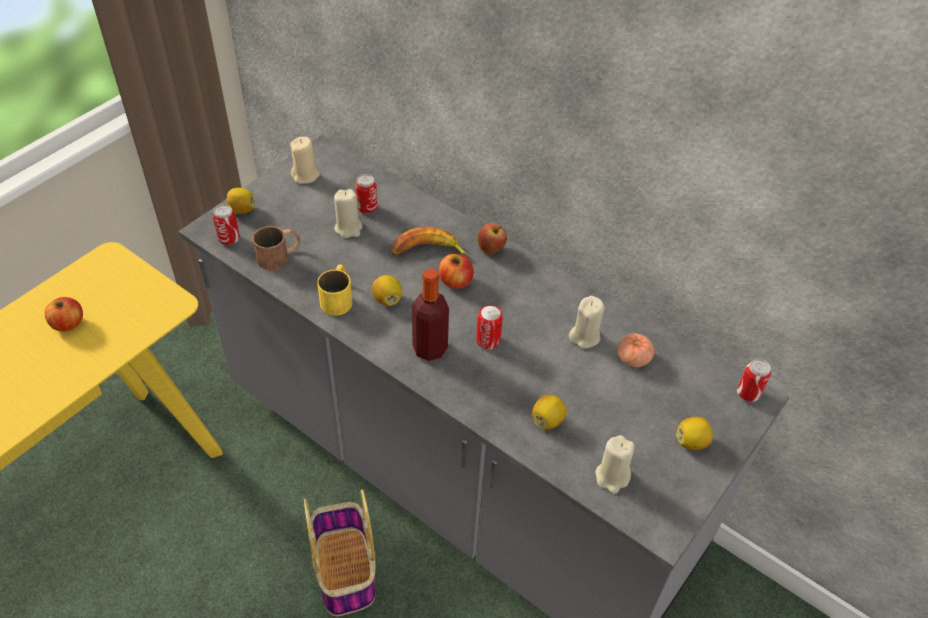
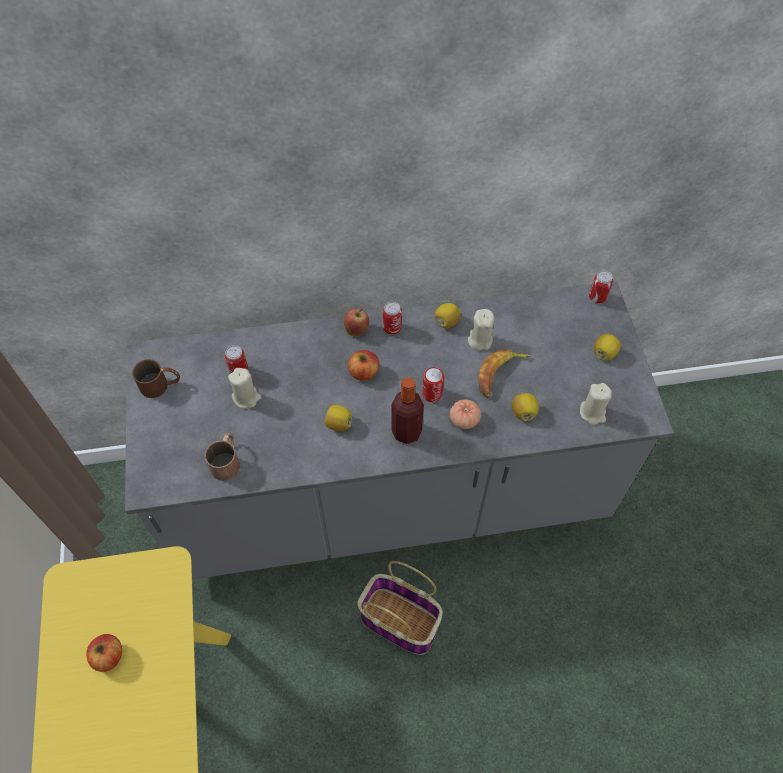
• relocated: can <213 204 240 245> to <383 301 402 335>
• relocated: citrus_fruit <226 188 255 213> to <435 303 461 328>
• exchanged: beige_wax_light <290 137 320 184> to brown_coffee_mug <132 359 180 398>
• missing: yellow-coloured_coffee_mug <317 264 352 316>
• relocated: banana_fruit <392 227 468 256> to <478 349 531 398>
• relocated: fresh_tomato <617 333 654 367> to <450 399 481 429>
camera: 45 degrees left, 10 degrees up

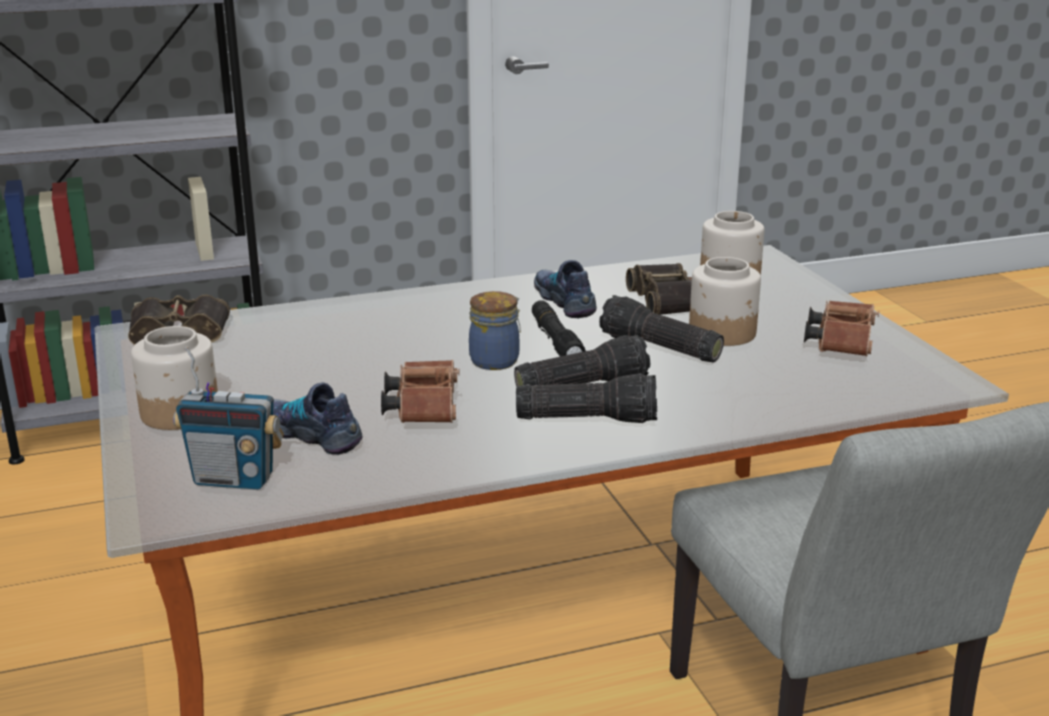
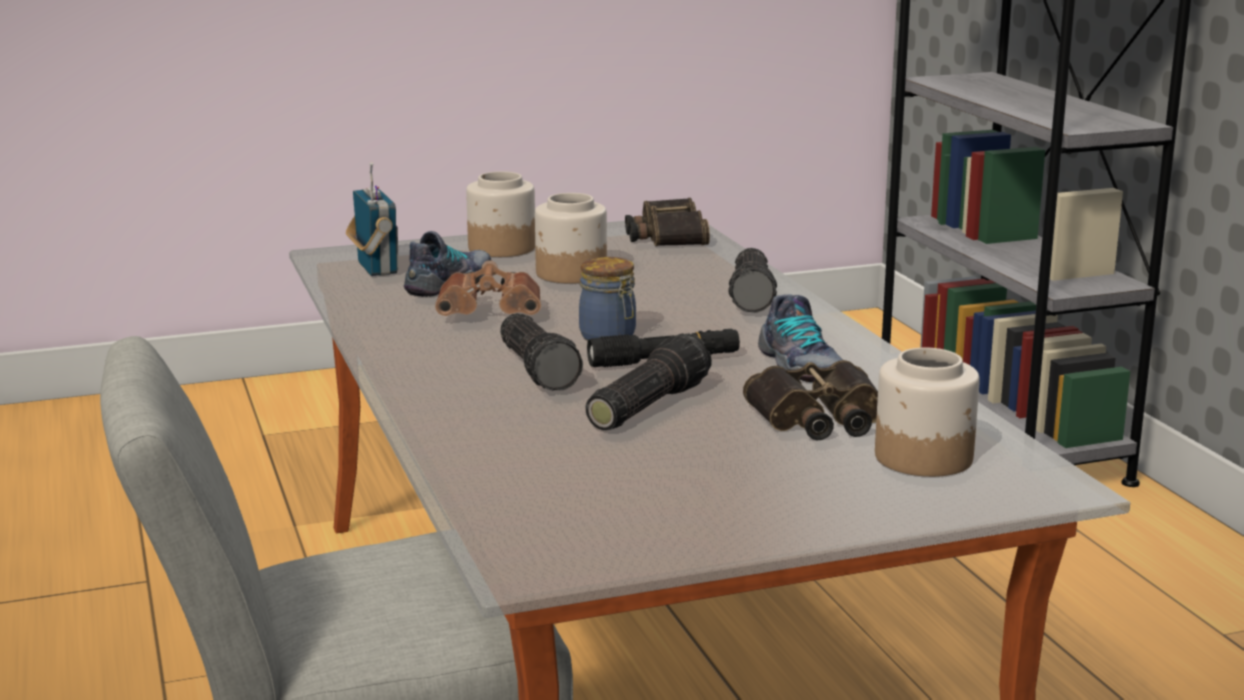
• spun: radio <173 346 284 490> = <346 162 399 276> 150 degrees clockwise
• relocated: torch <516 373 657 423> to <728 248 777 313>
• spun: item_of_footwear <534 260 597 318> = <758 294 843 383> 90 degrees clockwise
• relocated: jar <689 257 761 346> to <535 193 607 284>
• missing: brown_field_glasses <804 301 880 356>
camera: 90 degrees right, 5 degrees down

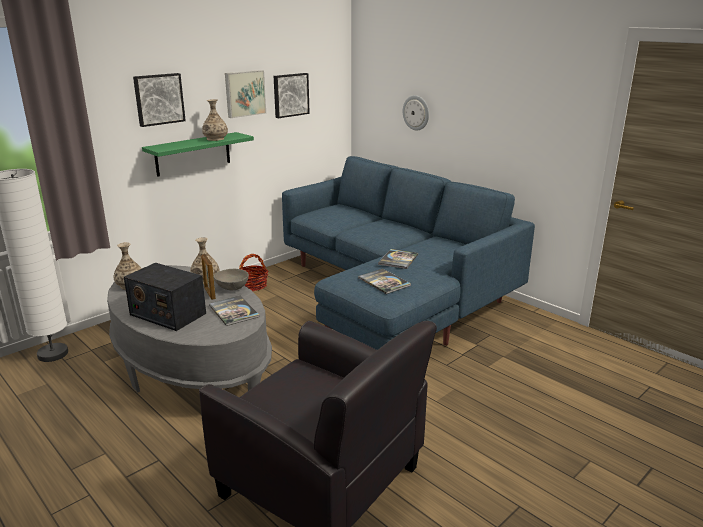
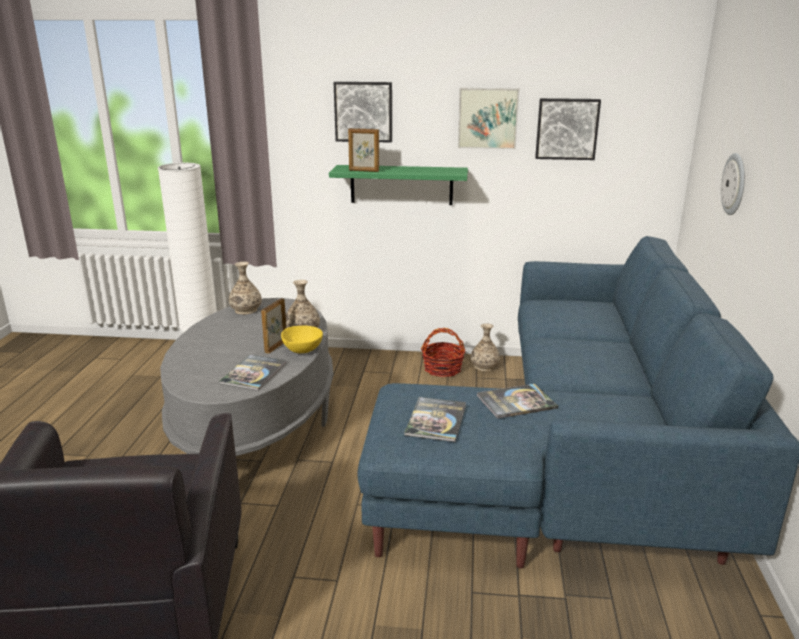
• missing: radio <124 263 206 331>
• relocated: vase <202 99 228 141> to <471 323 500 371>
• colour: grey_serving_bowl <214 269 249 290> to yellow-coloured_serving_bowl <281 326 323 353>
• appeared: photo_frame <348 128 379 172>
camera: 50 degrees right, 0 degrees up

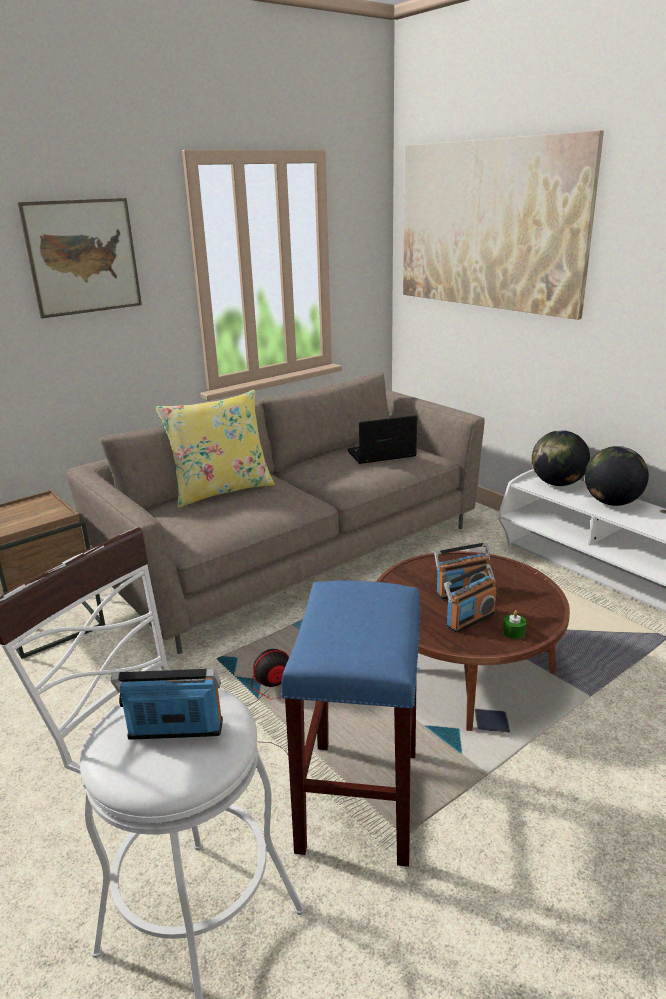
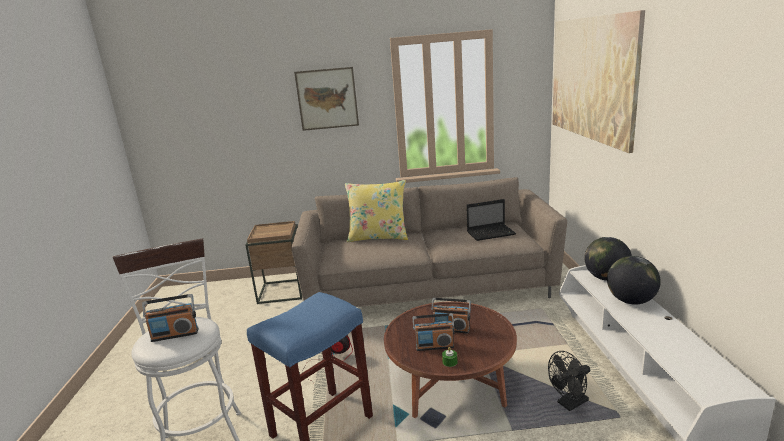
• spun: radio <111 669 223 740> = <142 294 199 342> 135 degrees clockwise
• spun: notebook_computer <347 415 417 464> = <466 199 516 241> 150 degrees clockwise
• appeared: black_fan <548 351 590 411>
camera: 35 degrees right, 5 degrees down

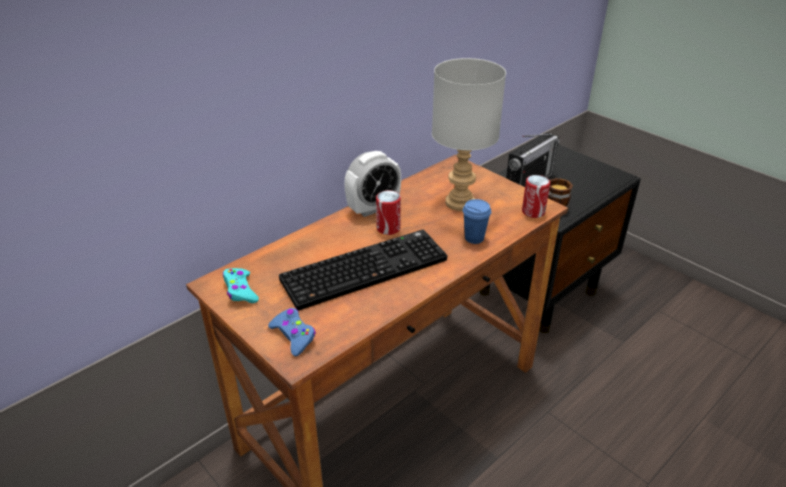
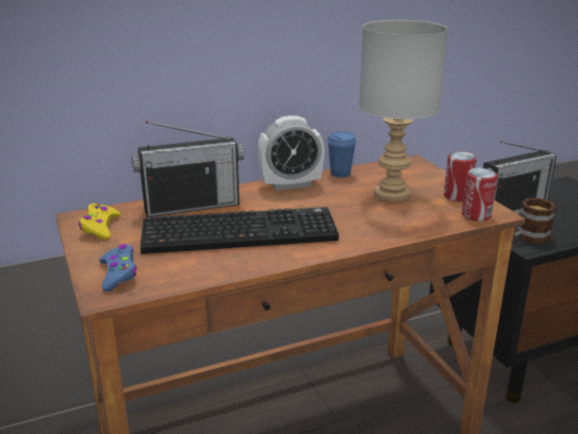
• colour: blue-green_joypad <223 268 259 303> to yellow-coloured_joypad <78 203 121 240>
• relocated: can <376 190 401 235> to <444 151 477 202>
• relocated: blue-coloured_small_cup <463 199 491 244> to <327 132 357 178>
• appeared: radio <131 121 244 217>
camera: 20 degrees right, 10 degrees down

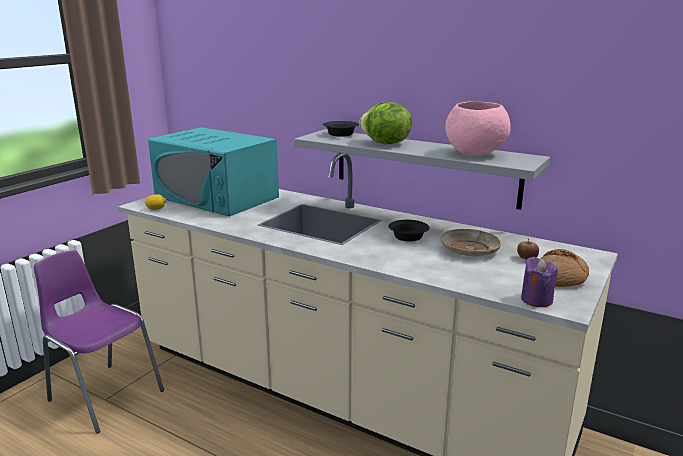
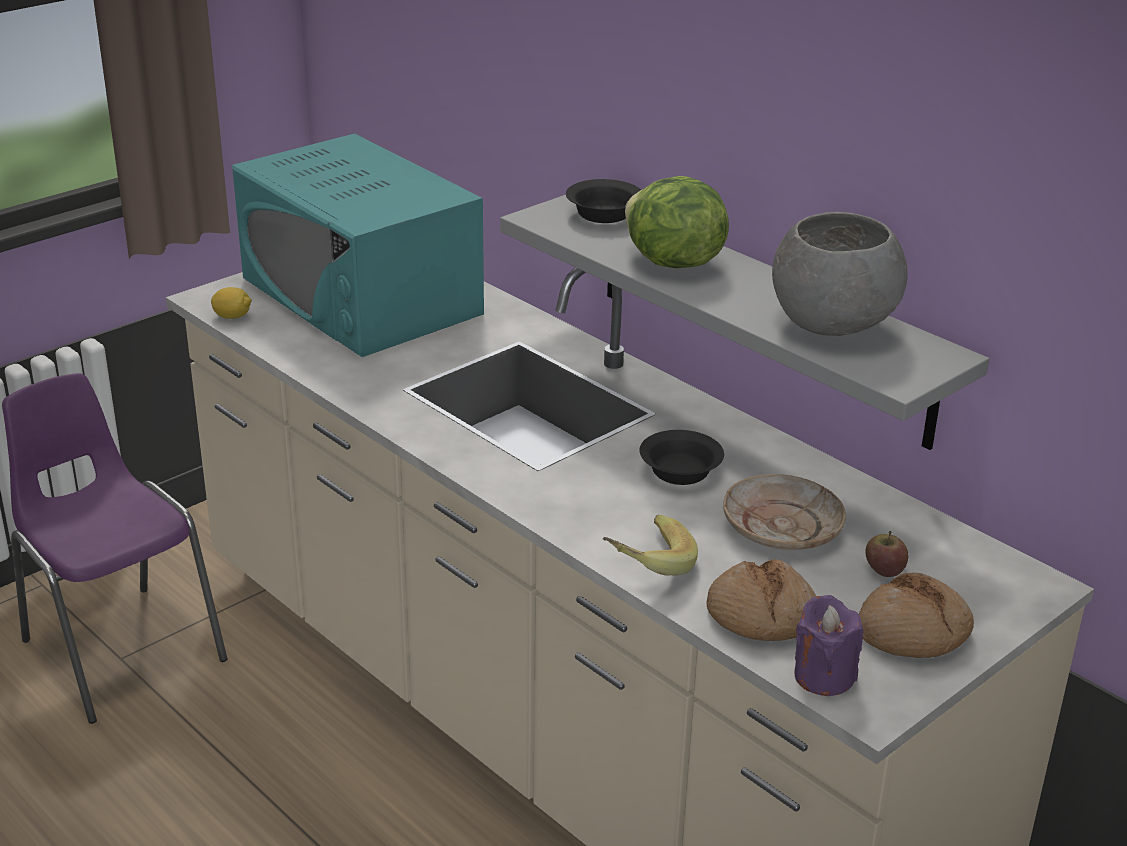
• colour: pinkish_serving_bowl <445 101 511 156> to grey_serving_bowl <772 212 908 336>
• appeared: banana_fruit <603 515 698 576>
• appeared: bakery_bread <707 559 816 641>
camera: 15 degrees right, 10 degrees up

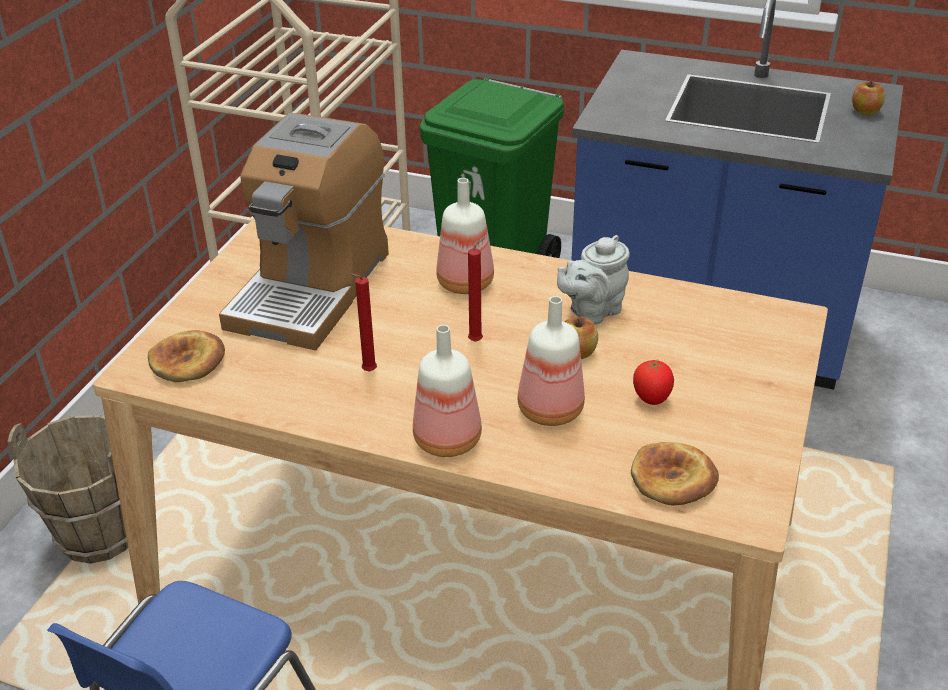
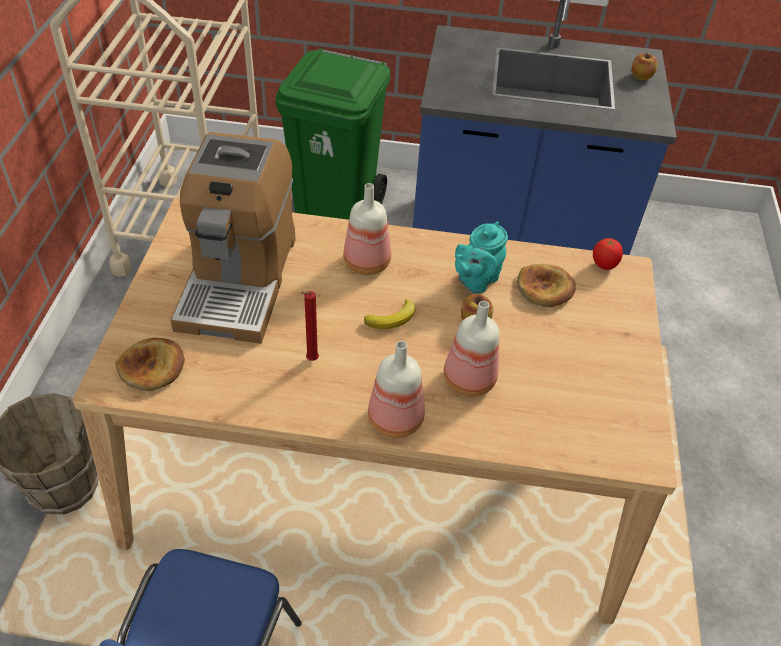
• exchanged: reddish_wax_light <468 237 485 342> to banana_fruit <364 300 415 329>
• colour: grey_tea_pot <557 235 630 325> to blue-green_tea_pot <455 221 508 294>
• relocated: bakery_bread <631 442 719 506> to <517 264 576 307>
• relocated: fresh_tomato <633 360 674 405> to <593 237 623 270>
camera: 15 degrees left, 10 degrees up

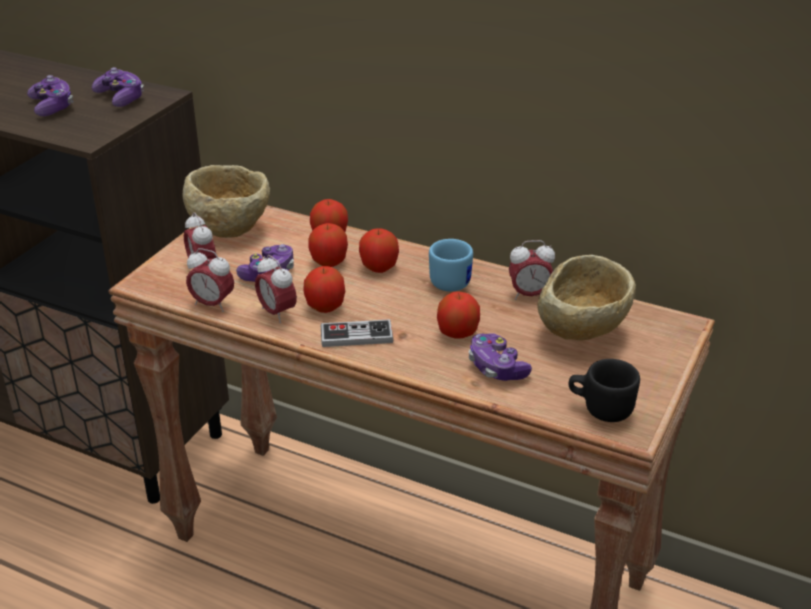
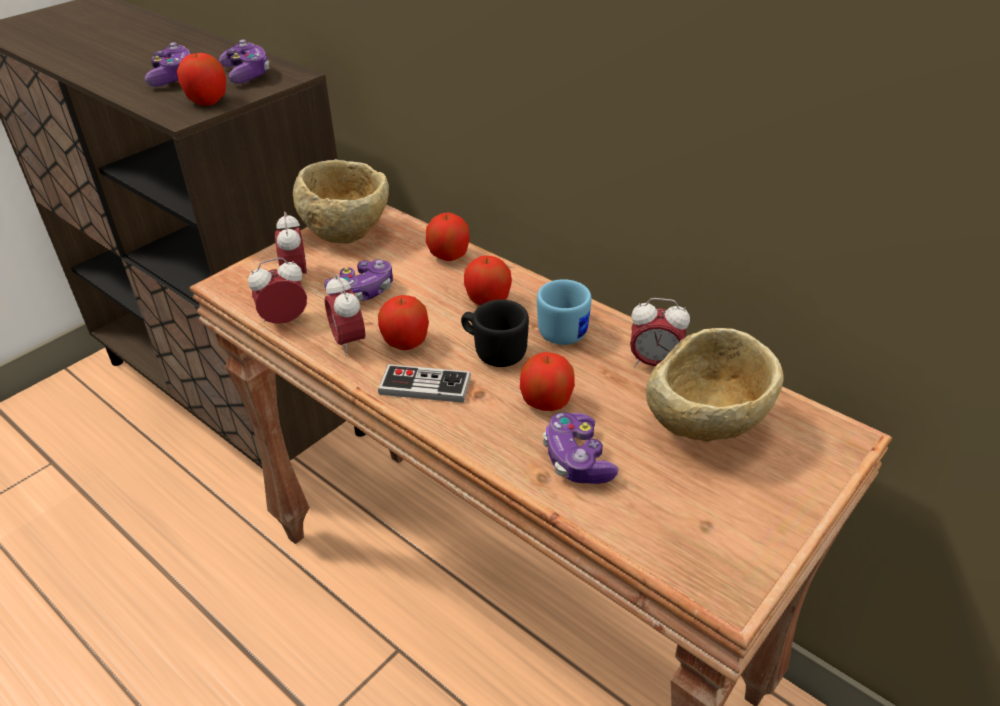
• spun: alarm_clock <186 248 234 312> = <248 258 307 324> 120 degrees clockwise
• relocated: whole_apple <308 223 348 267> to <177 53 226 105>
• relocated: black_coffee_mug <569 359 640 422> to <461 300 529 367>
camera: 15 degrees right, 5 degrees up

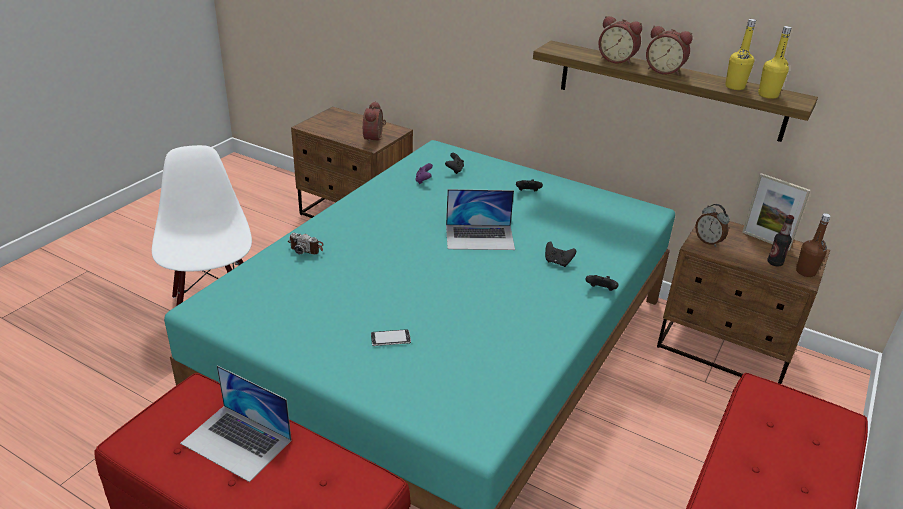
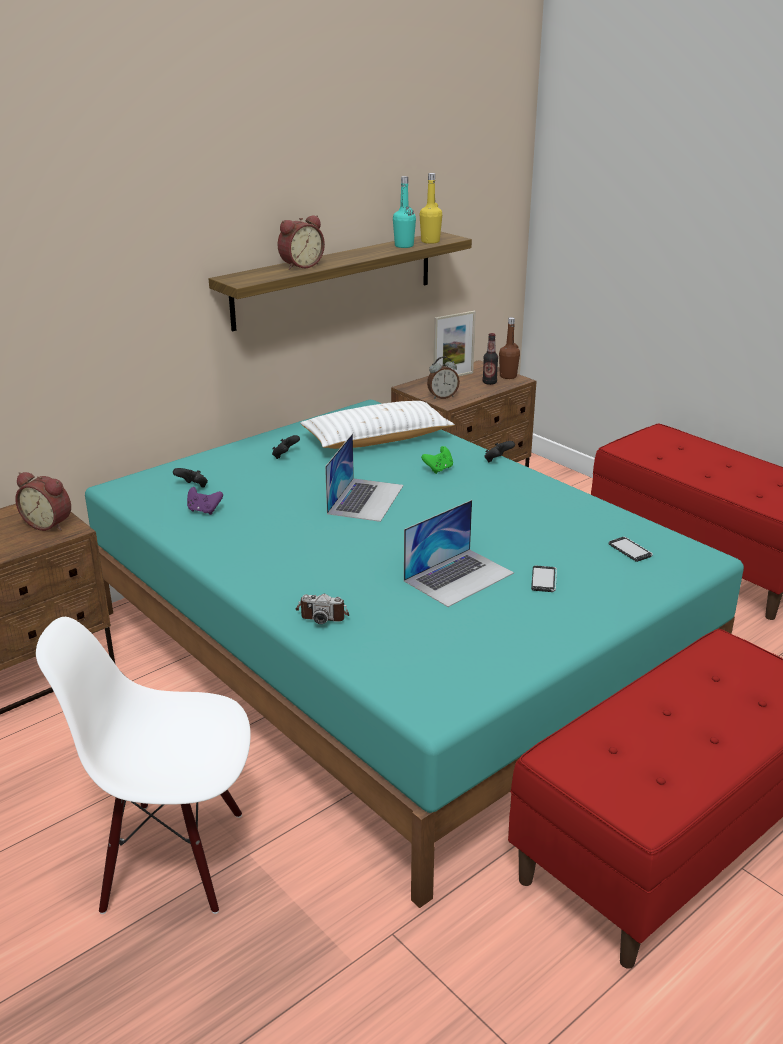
• relocated: notebook_computer <180 365 291 482> to <404 500 514 607>
• spun: photo_camera <288 233 324 255> = <296 594 349 624> 60 degrees clockwise
• colour: black_joypad <545 241 576 267> to green-coloured_joypad <421 446 453 474>
• missing: alarm_clock <646 26 693 76>
• colour: yellow-coloured_beverage_bottle <725 19 756 90> to blue-green_beverage_bottle <393 176 416 248>
• appeared: whitish_pillow <300 401 455 449>
• appeared: telephone <609 537 653 562>
camera: 70 degrees left, 5 degrees down

